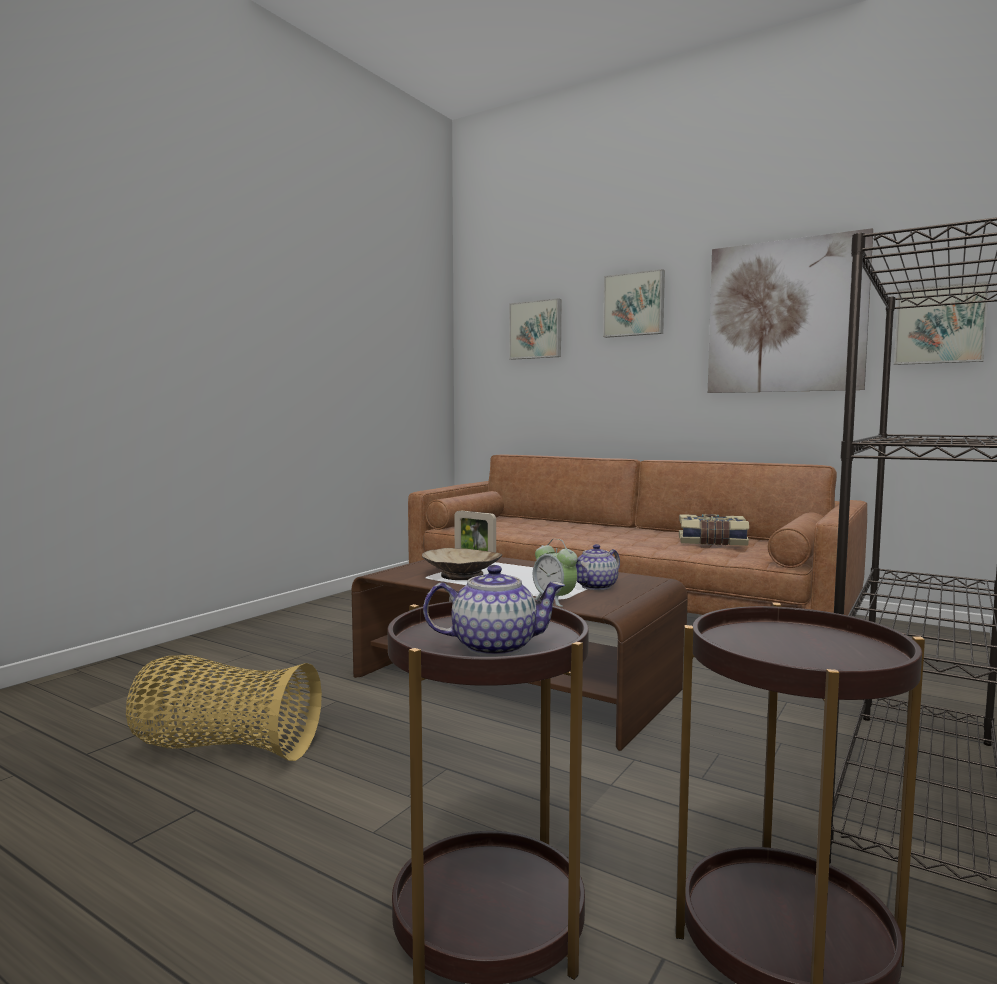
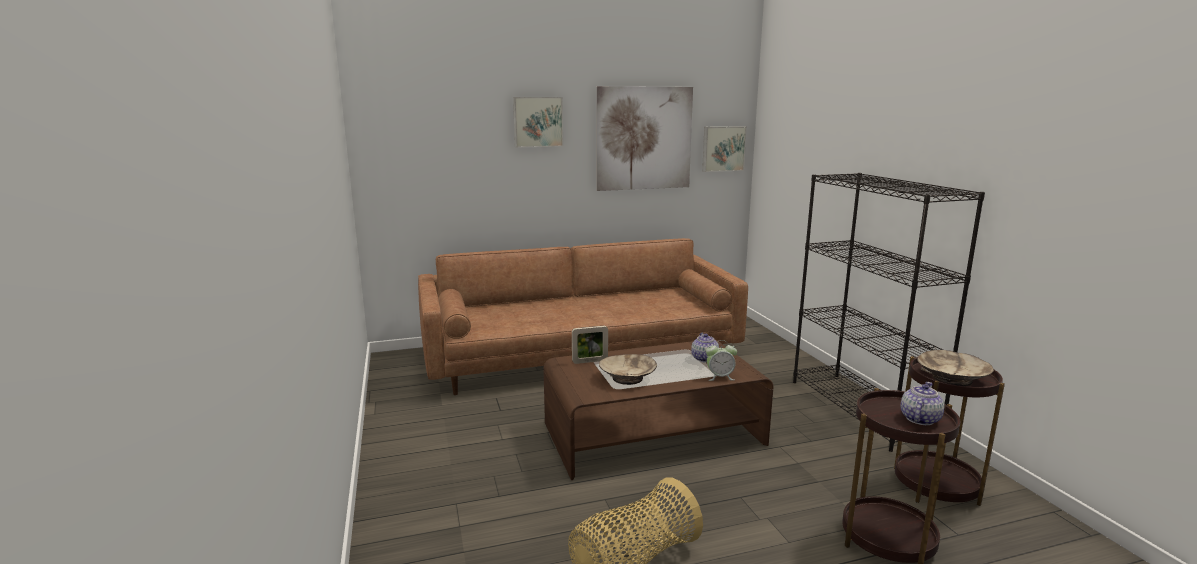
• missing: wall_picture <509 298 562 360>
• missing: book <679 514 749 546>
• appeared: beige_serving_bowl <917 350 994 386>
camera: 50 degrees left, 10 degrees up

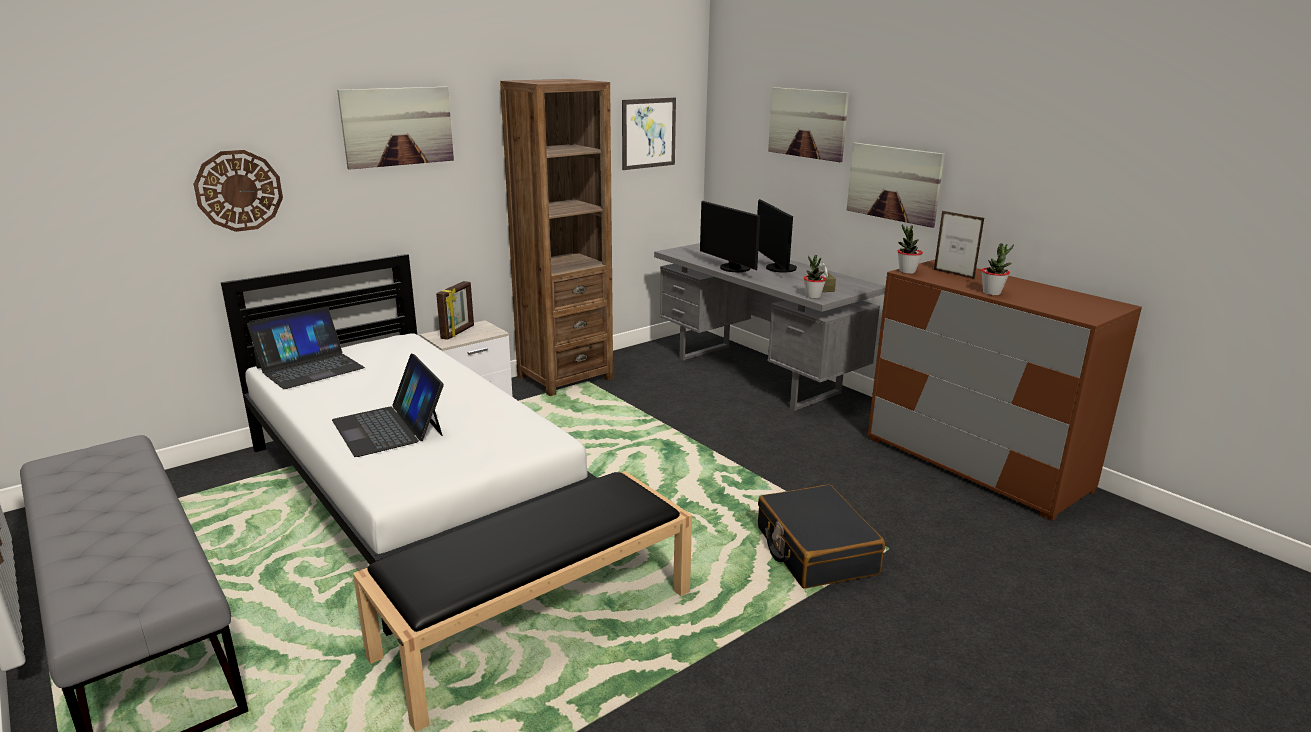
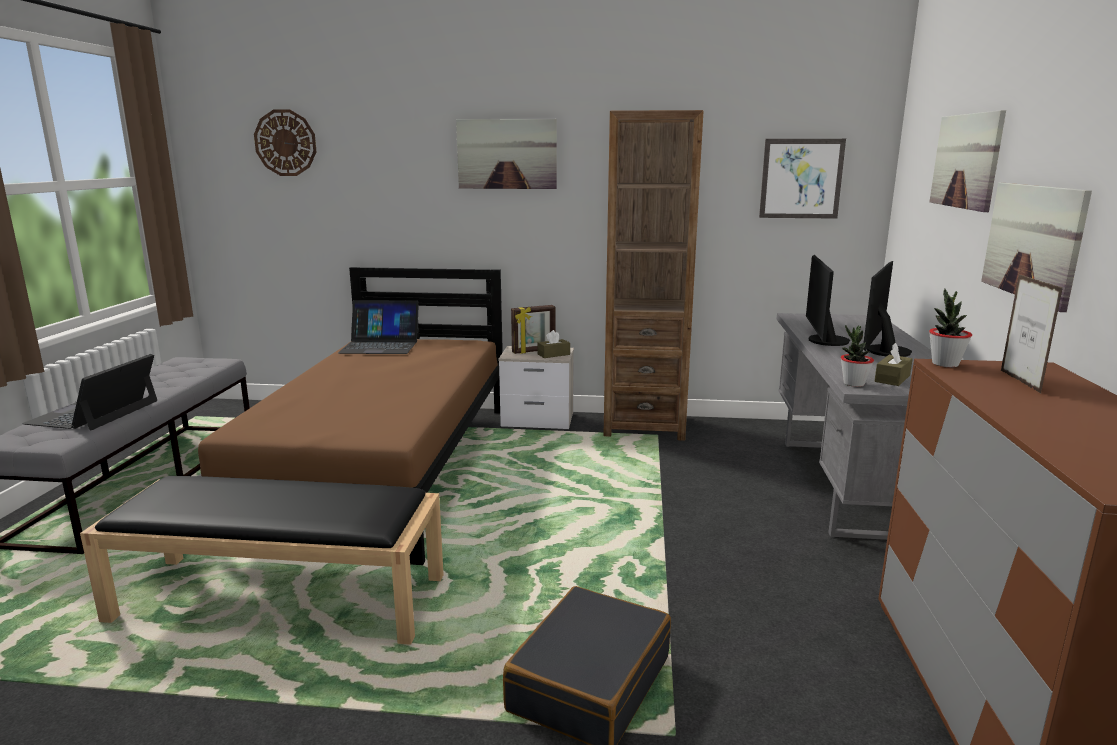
• relocated: wall_clock <194 150 283 232> to <254 109 316 176>
• colour: whitish_bed <221 254 597 636> to brown_bed <198 267 503 565>
• relocated: notebook_computer <332 354 444 457> to <22 354 157 430>
• missing: houseplant <981 243 1014 295>
• appeared: brown_tissue_holder <538 330 570 358>
camera: 45 degrees right, 5 degrees down

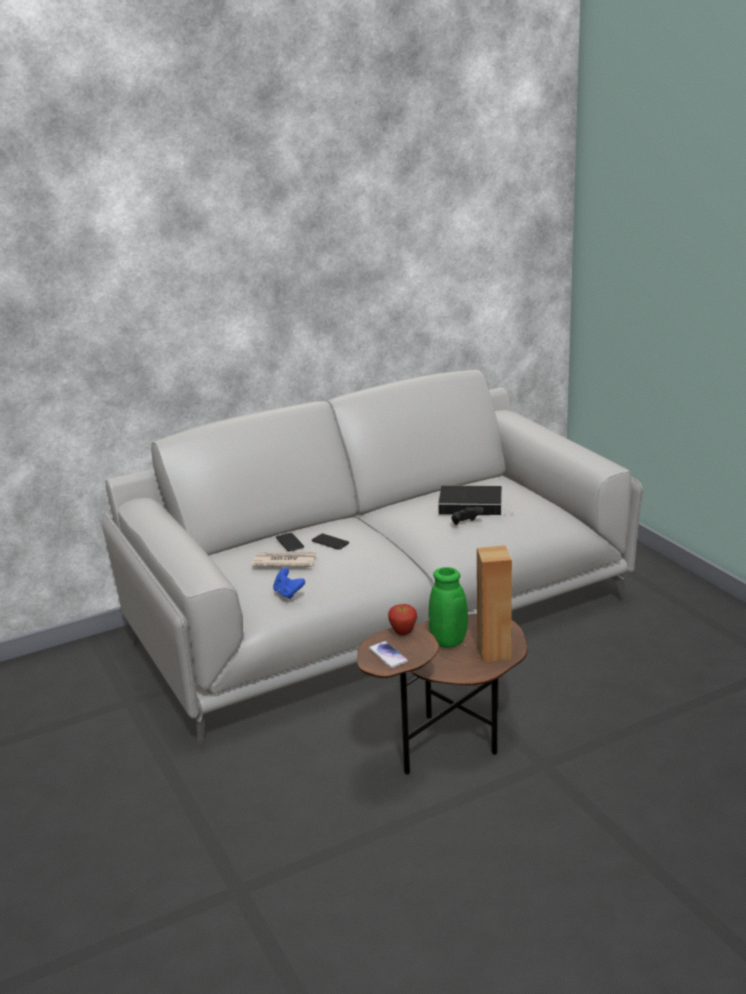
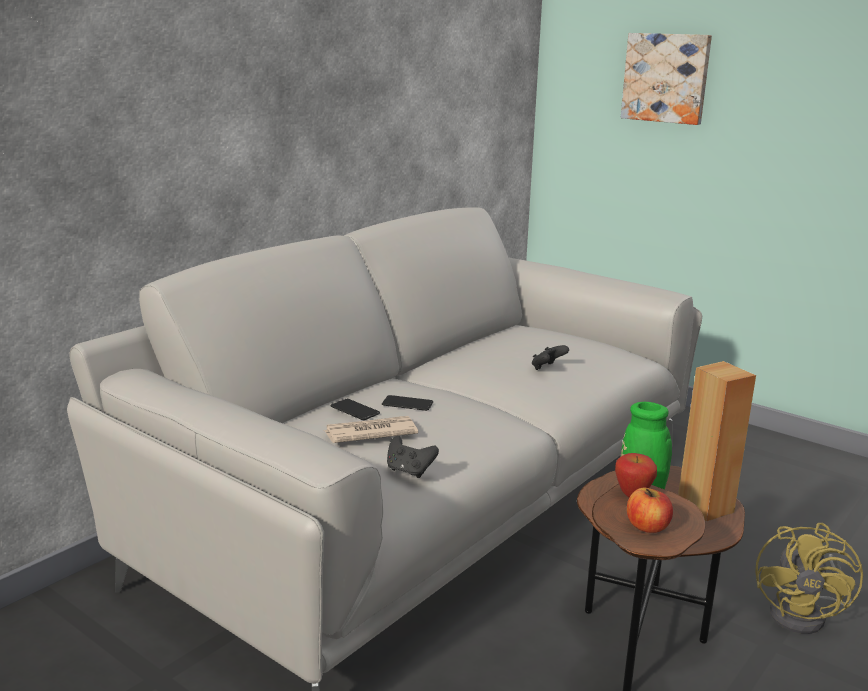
• colour: blue-coloured_joypad <273 568 305 599> to black_joypad <387 436 439 478>
• exchanged: telephone <368 641 408 668> to whole_apple <627 488 673 533>
• missing: book <438 485 513 515>
• appeared: wall_picture <621 33 712 125>
• appeared: yellow-coloured_fan <755 523 863 634>
camera: 25 degrees left, 5 degrees down

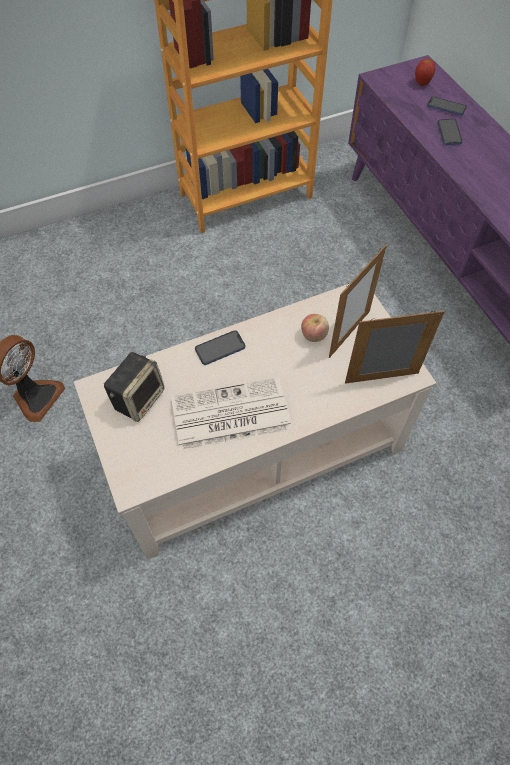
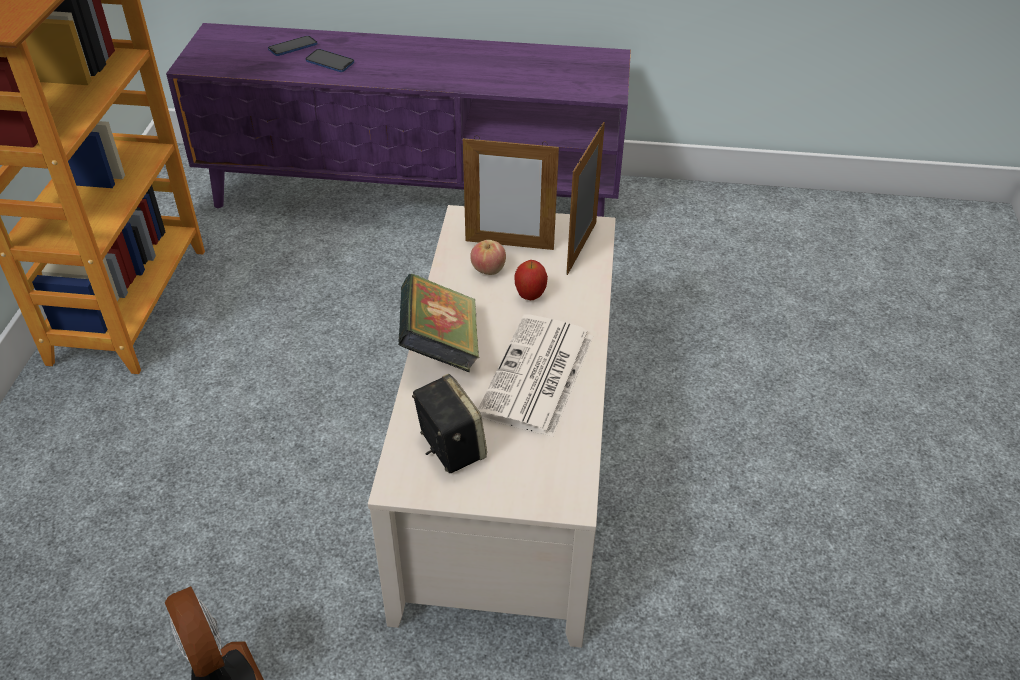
• exchanged: telephone <195 330 245 365> to book <398 274 480 373>
• spun: photo_frame <329 245 387 358> = <463 135 559 250> 120 degrees clockwise
• relocated: whole_apple <415 59 435 86> to <514 260 548 300>
camera: 60 degrees left, 15 degrees down

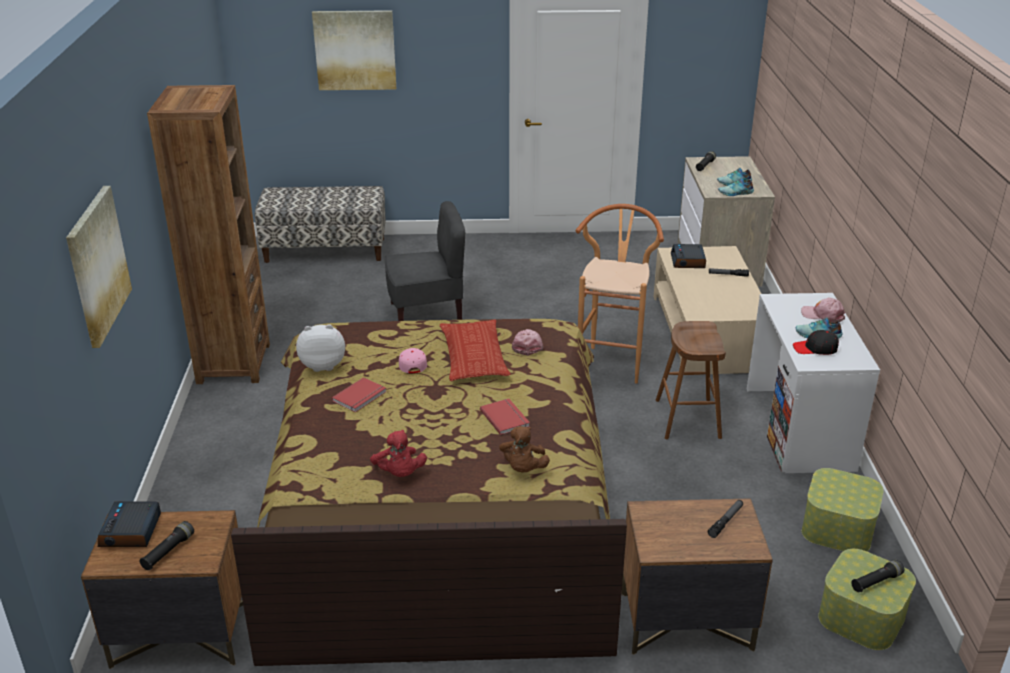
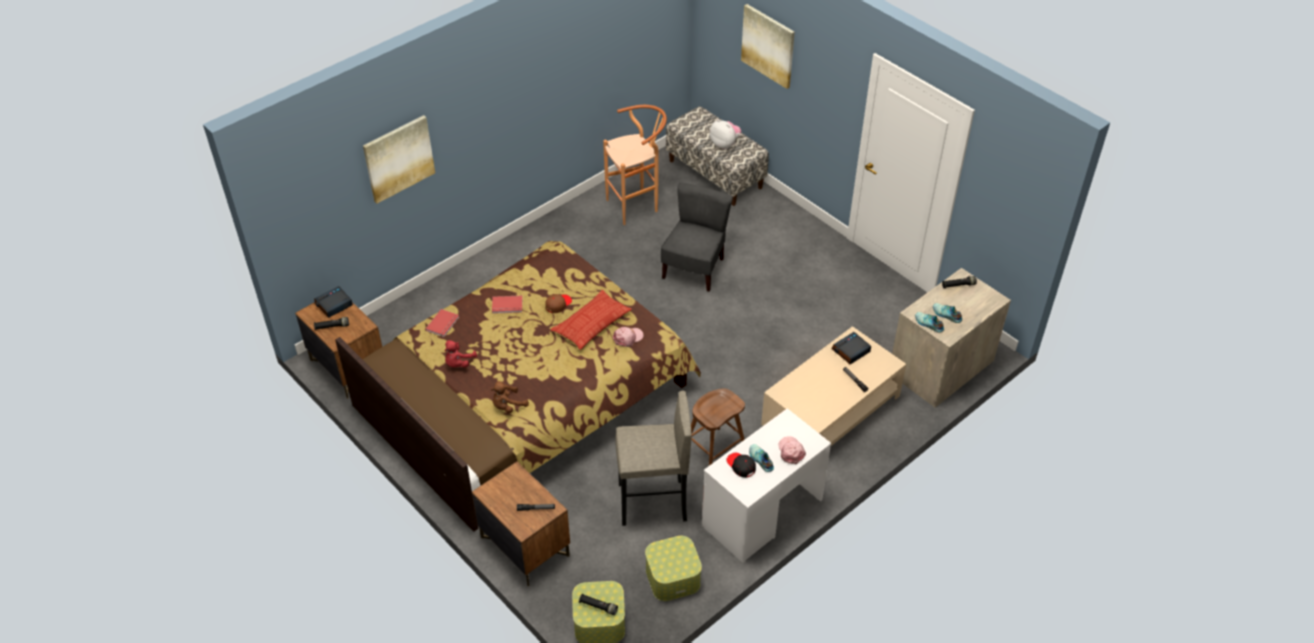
• missing: brown_bookcase <147 85 270 384>
• relocated: plush_toy <296 324 345 372> to <710 119 741 149>
• spun: grey_upright_chair <385 201 465 321> = <661 183 733 292> 105 degrees counterclockwise
• colour: pinkish_peaked_cap <399 348 427 373> to brown_peaked_cap <545 294 572 313>
• relocated: reddish_book <480 399 530 435> to <425 309 459 337>
• relocated: brown_stool <576 204 664 384> to <603 105 667 225>
• appeared: grey_stool <615 391 692 526>
camera: 50 degrees right, 15 degrees up

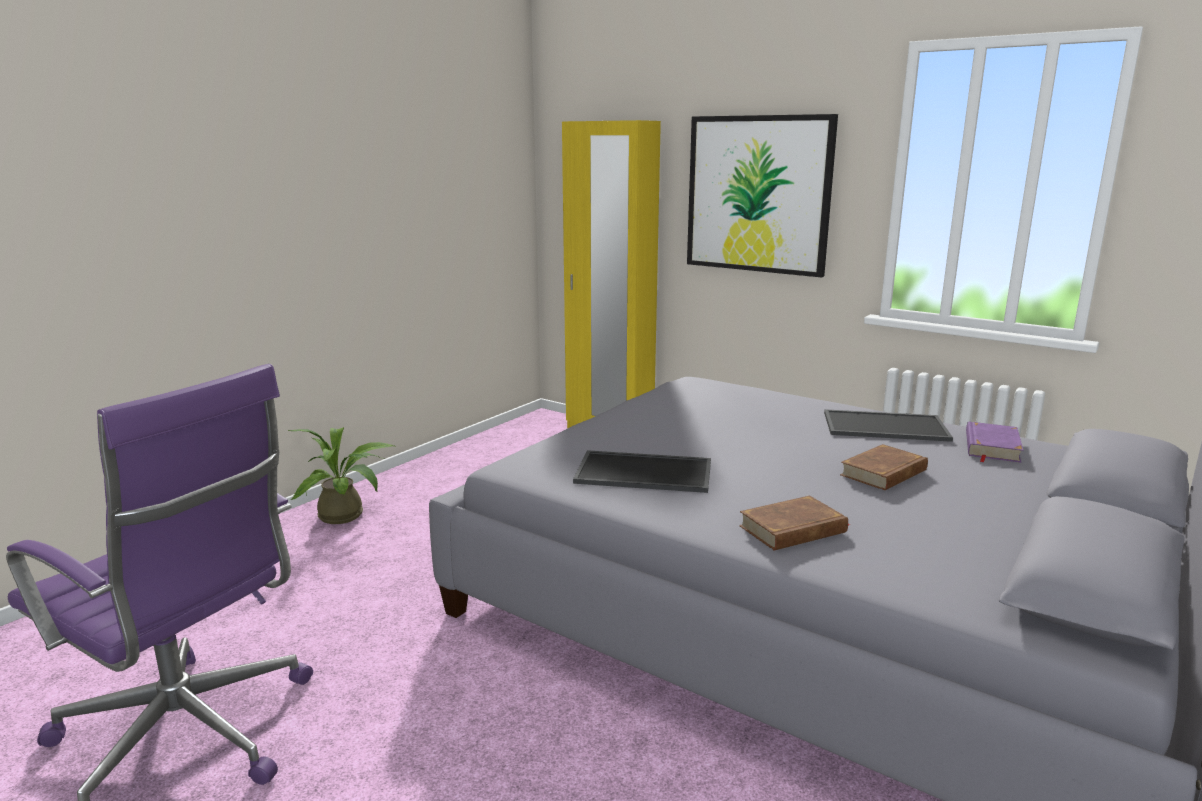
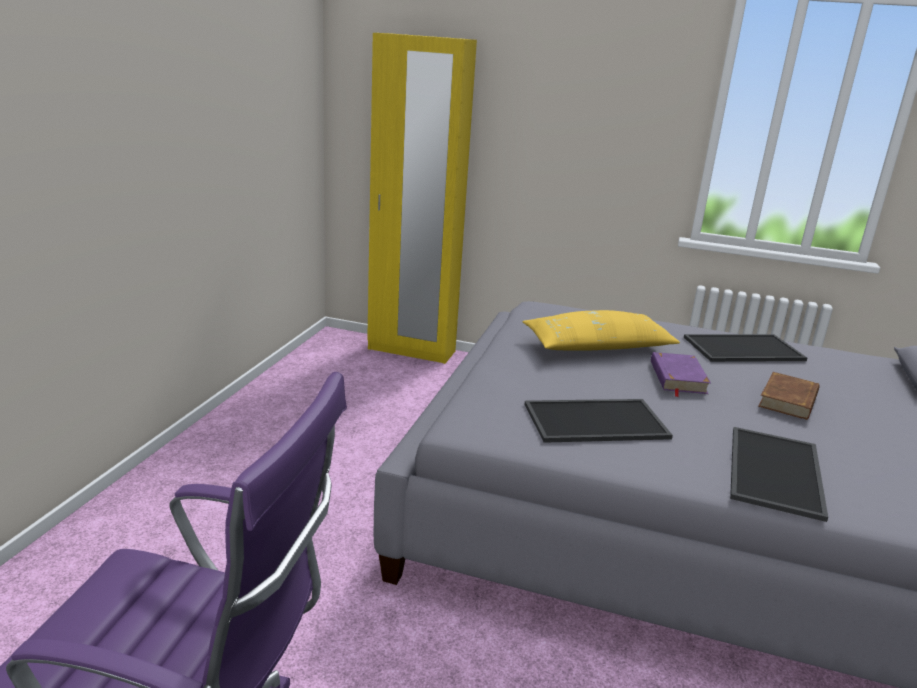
• missing: houseplant <288 427 394 524>
• missing: wall_picture <687 114 838 278>
• exchanged: brown_book <739 495 850 551> to serving_tray <730 427 828 522>
• relocated: purplish_book <966 421 1023 463> to <651 352 711 397>
• appeared: yellow-coloured_pillow <522 310 680 351>
camera: 20 degrees left, 5 degrees up

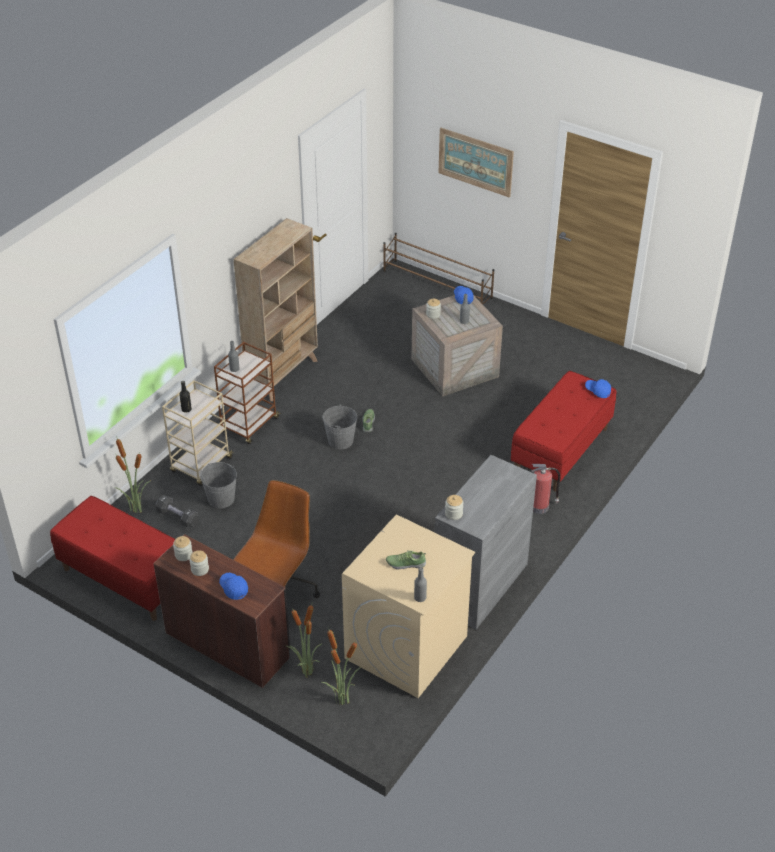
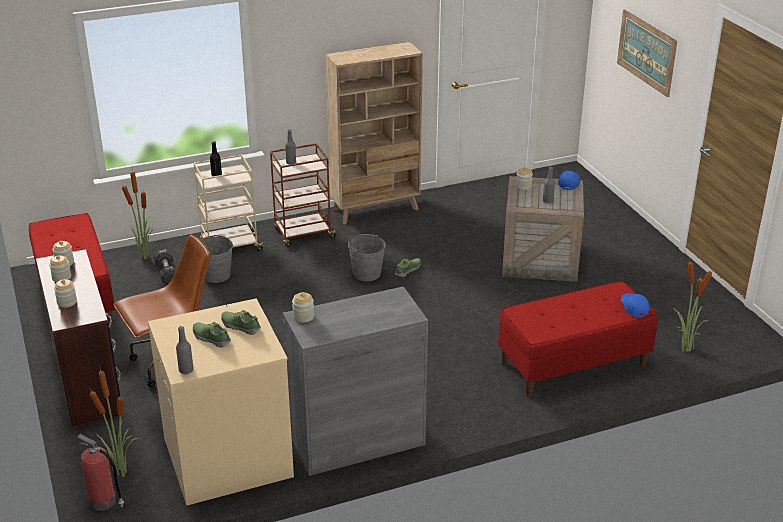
• exchanged: blue-coloured_peaked_cap <219 573 248 600> to jar <54 279 77 308>
• relocated: houseplant <285 601 321 678> to <673 257 714 352>
• missing: brown_shoe_stand <383 233 494 304>
• relocated: extinguisher <532 464 560 514> to <76 434 124 511>
• appeared: item_of_footwear <221 310 261 335>
camera: 35 degrees right, 10 degrees down

